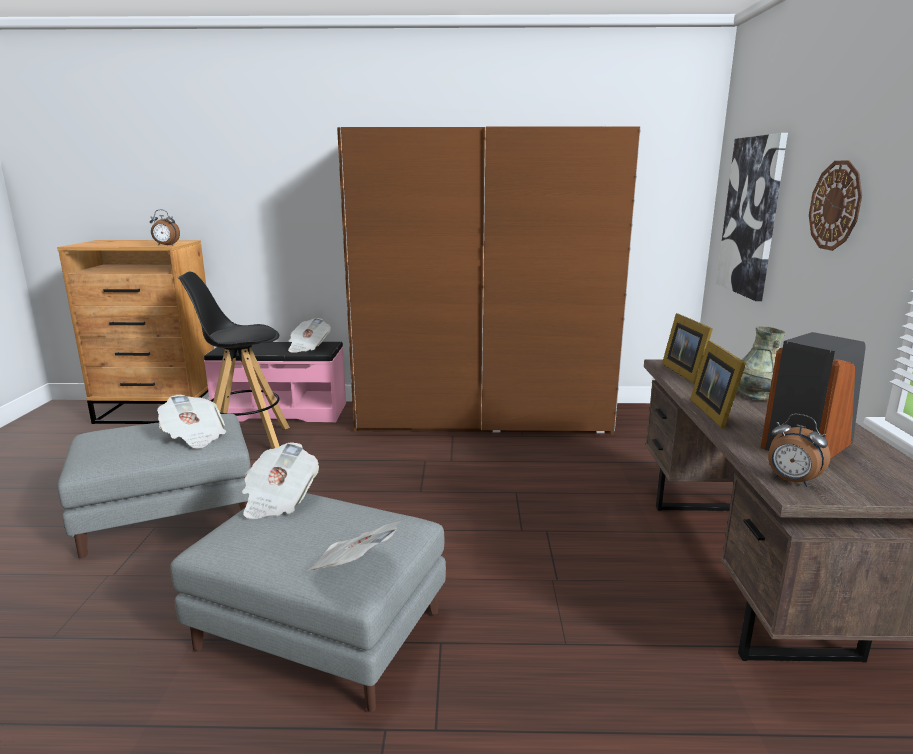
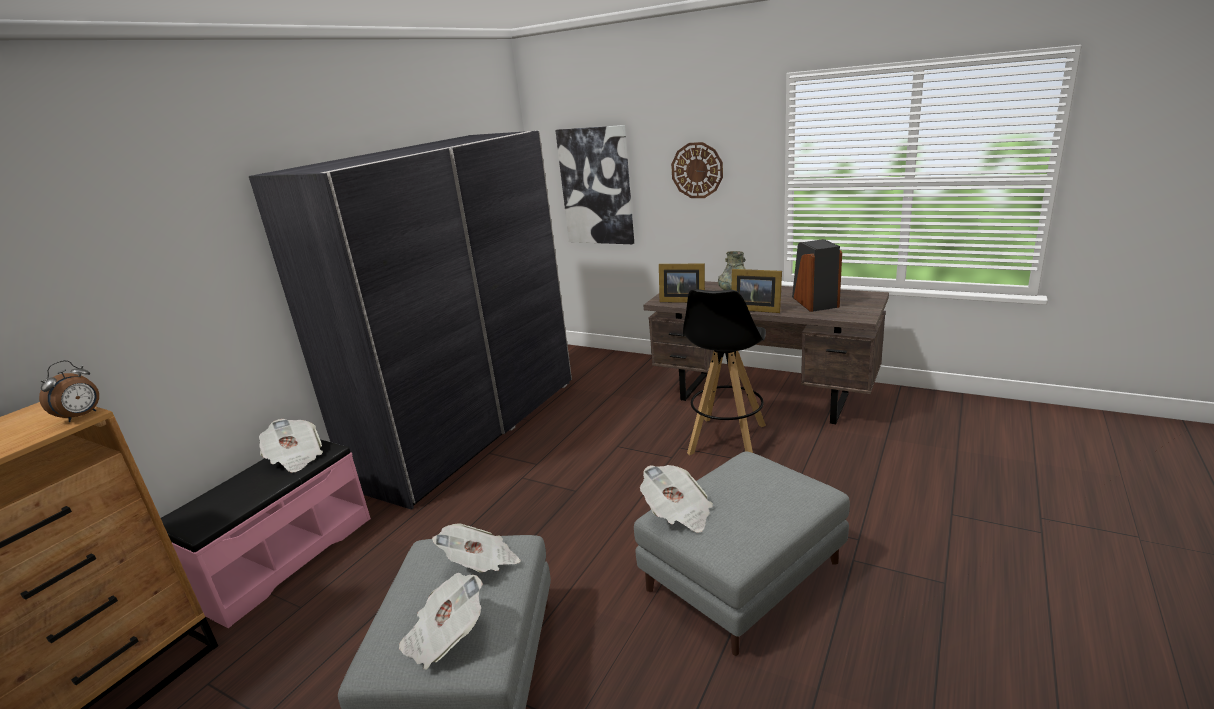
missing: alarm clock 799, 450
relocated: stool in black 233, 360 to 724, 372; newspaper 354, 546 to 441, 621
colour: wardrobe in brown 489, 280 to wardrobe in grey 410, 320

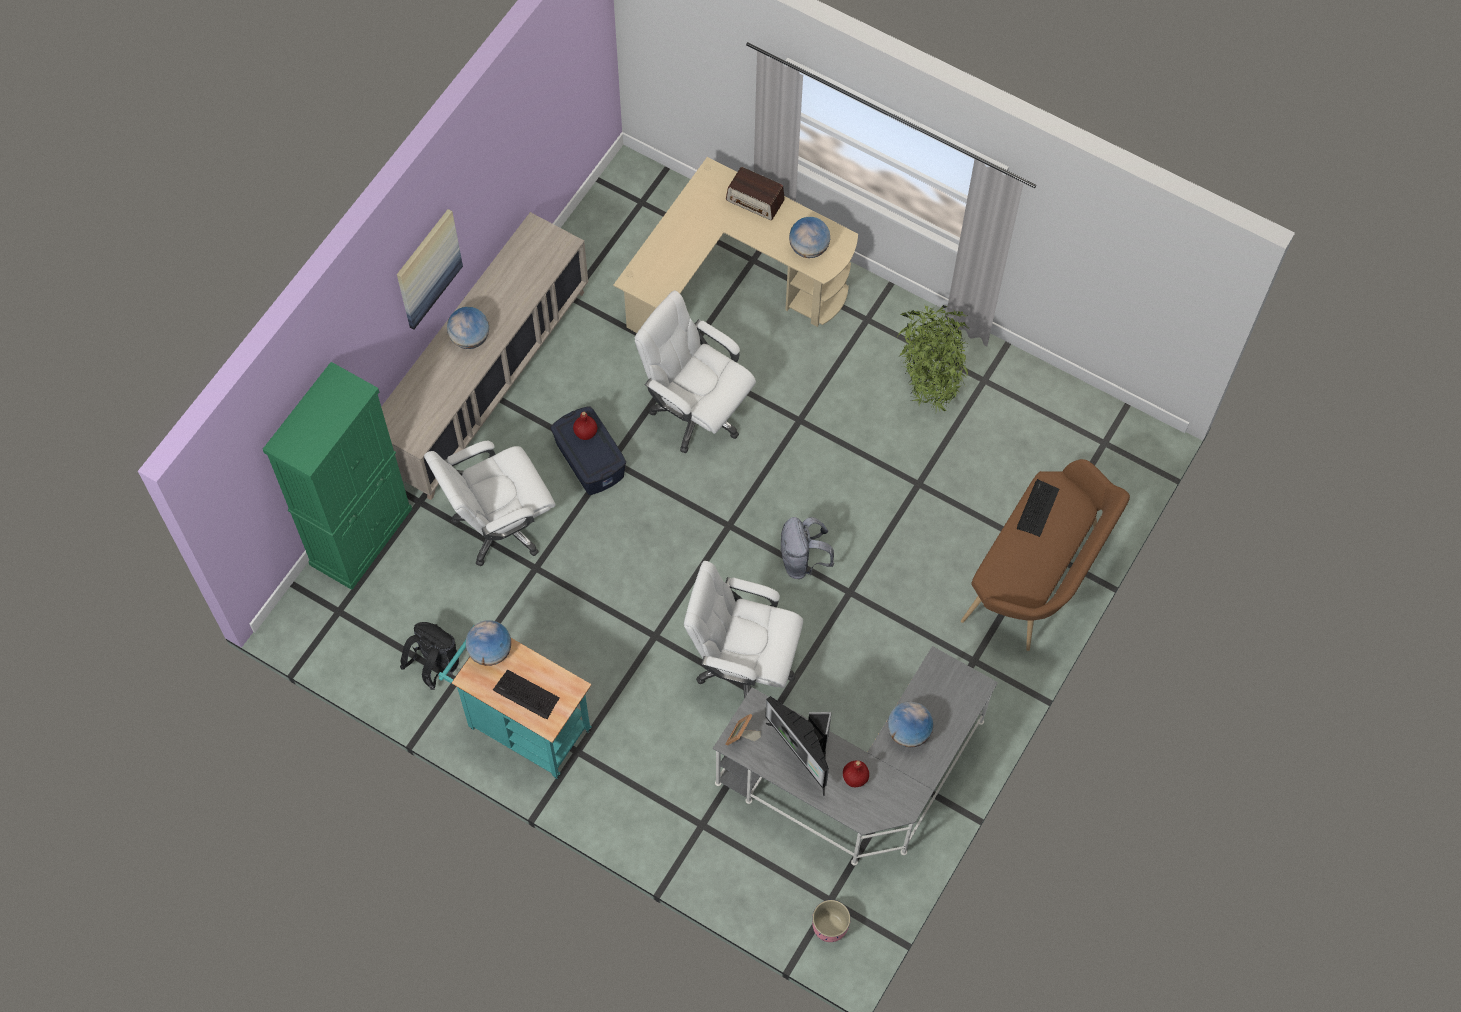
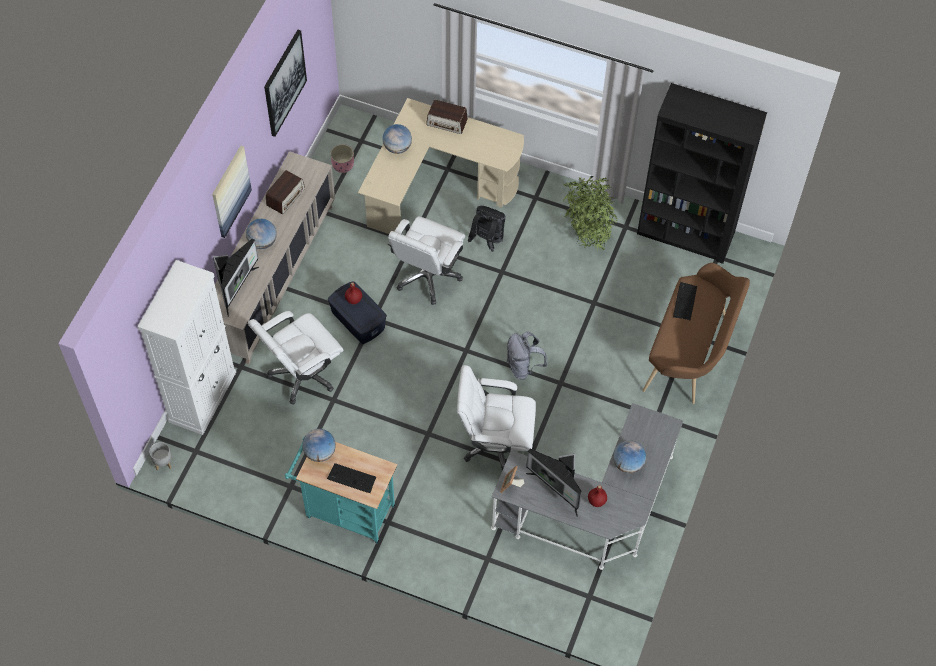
appeared: picture 285, 83; bookcase in black 702, 173; radio 285, 192; monitor 236, 278; planter in grey 161, 456
relocated: globe 809, 237 to 397, 139; backpack in black 429, 656 to 486, 229; planter in pink 831, 921 to 342, 158
colour: cabinet in green 337, 476 to cabinet in white 186, 347
spun: office chair in white 695, 371 = 426, 260 90 degrees counterclockwise

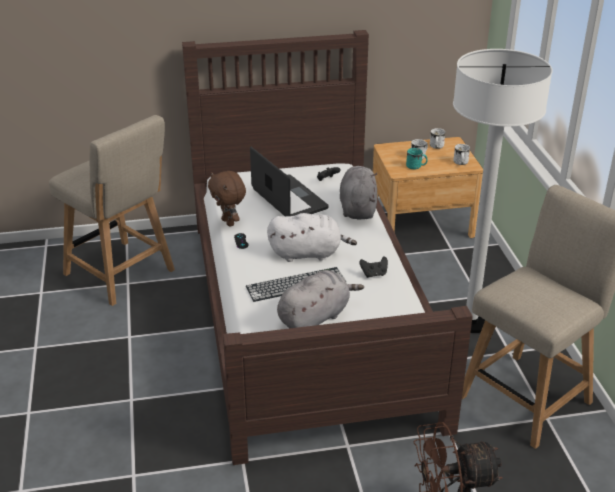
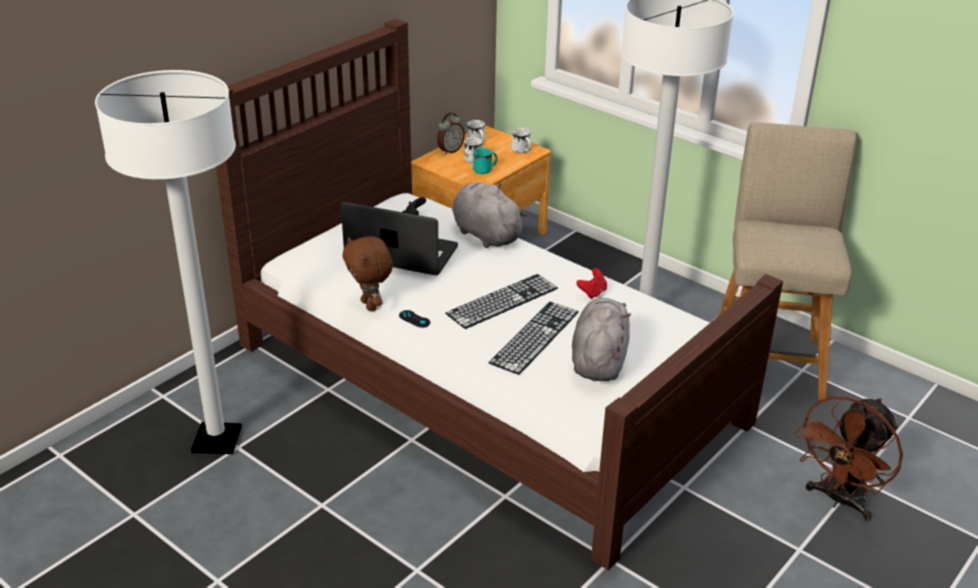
appeared: alarm clock 451, 134
exchanged: chair in beige 112, 210 to floor lamp in white 168, 262; plush toy in white 312, 237 to keyboard 501, 301
colour: game controller in black 373, 267 to game controller in red 591, 283
spun: plush toy in brown 227, 198 = 368, 273 45 degrees clockwise

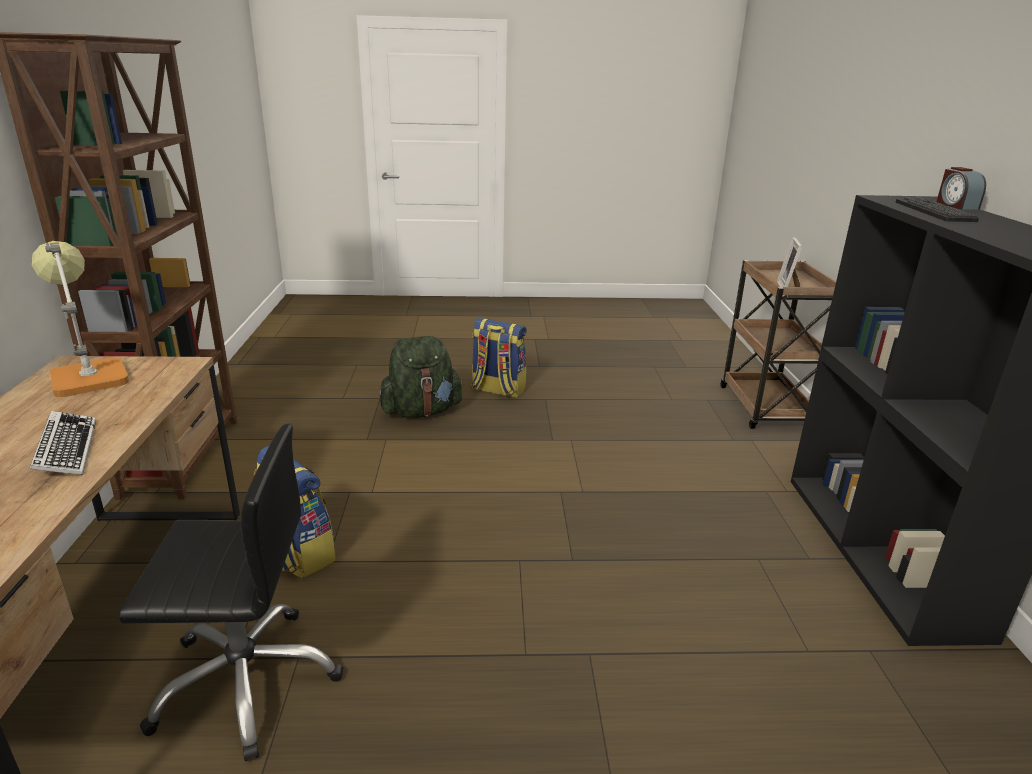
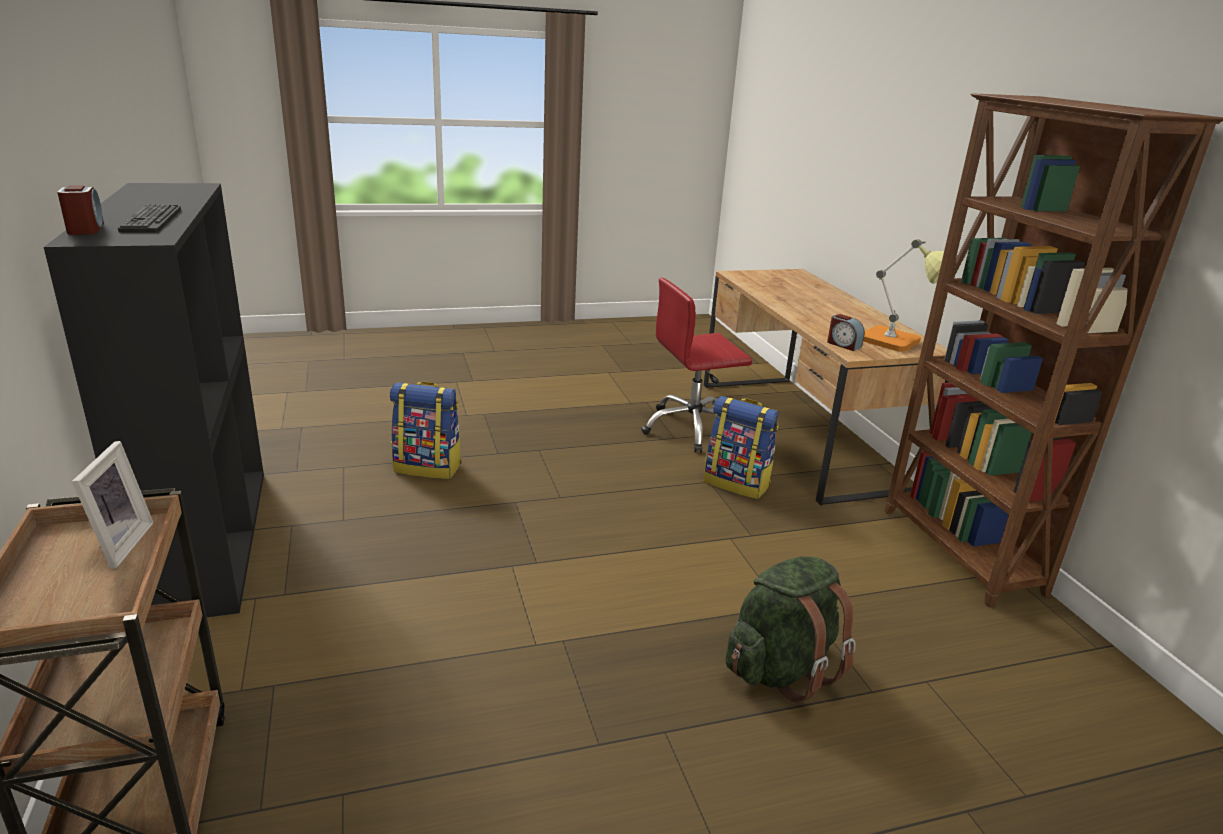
missing: keyboard 63, 443
appeared: alarm clock 846, 332
relocated: backpack 499, 358 to 426, 430
colour: office chair in black 230, 593 to office chair in red 696, 365

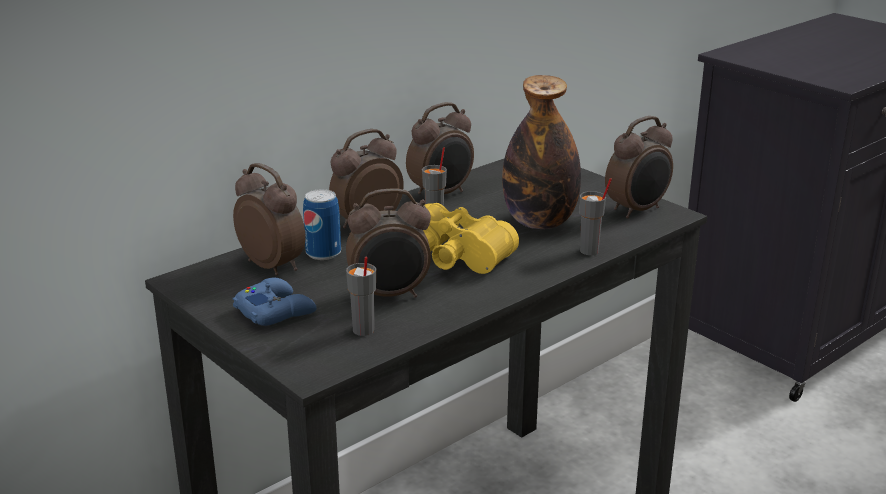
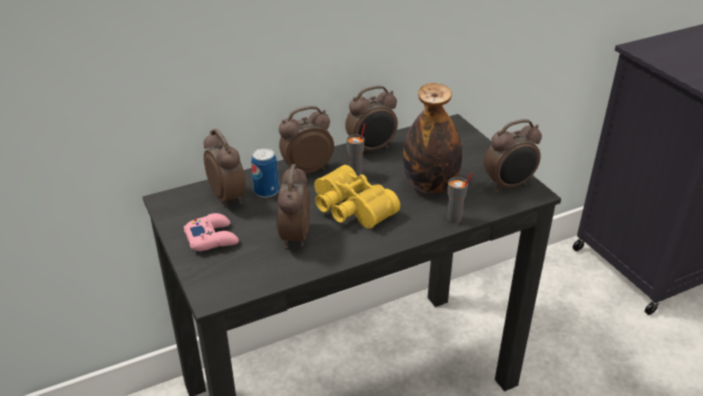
missing: cup in grey 361, 296
colour: game controller in blue 275, 302 to game controller in pink 211, 232
spun: alarm clock 388, 243 = 293, 206 90 degrees clockwise

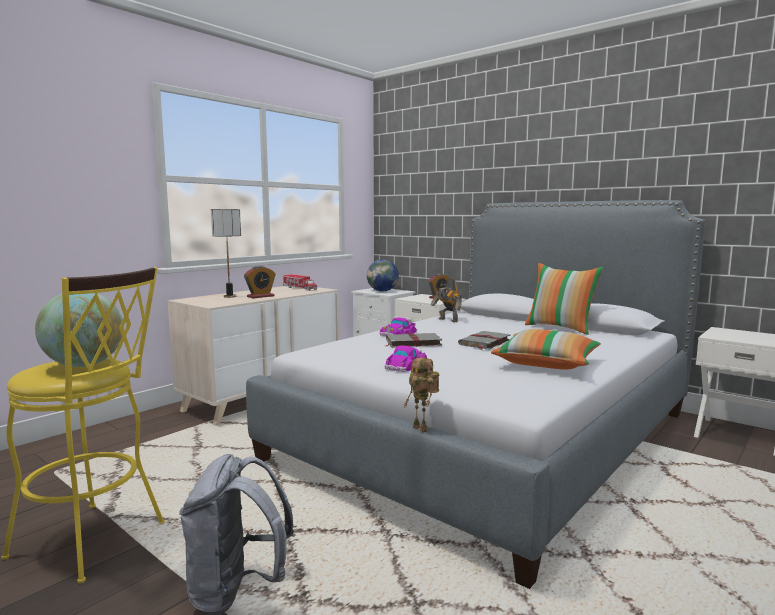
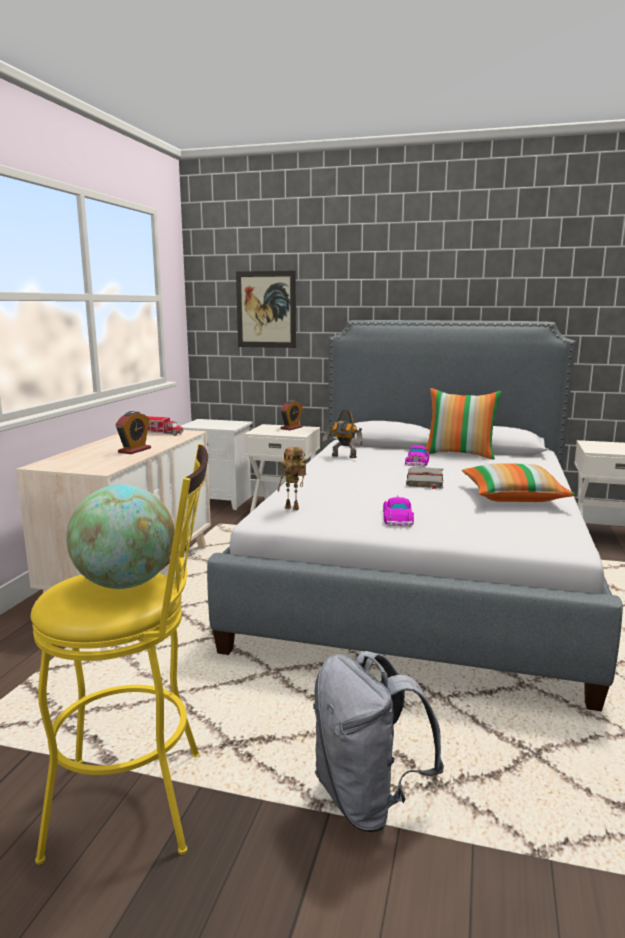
missing: table lamp 226, 253; globe 383, 276; book in grey 413, 340
appeared: picture 266, 309
relocated: toy car 398, 327 to 417, 456; toy robot 421, 395 to 292, 478

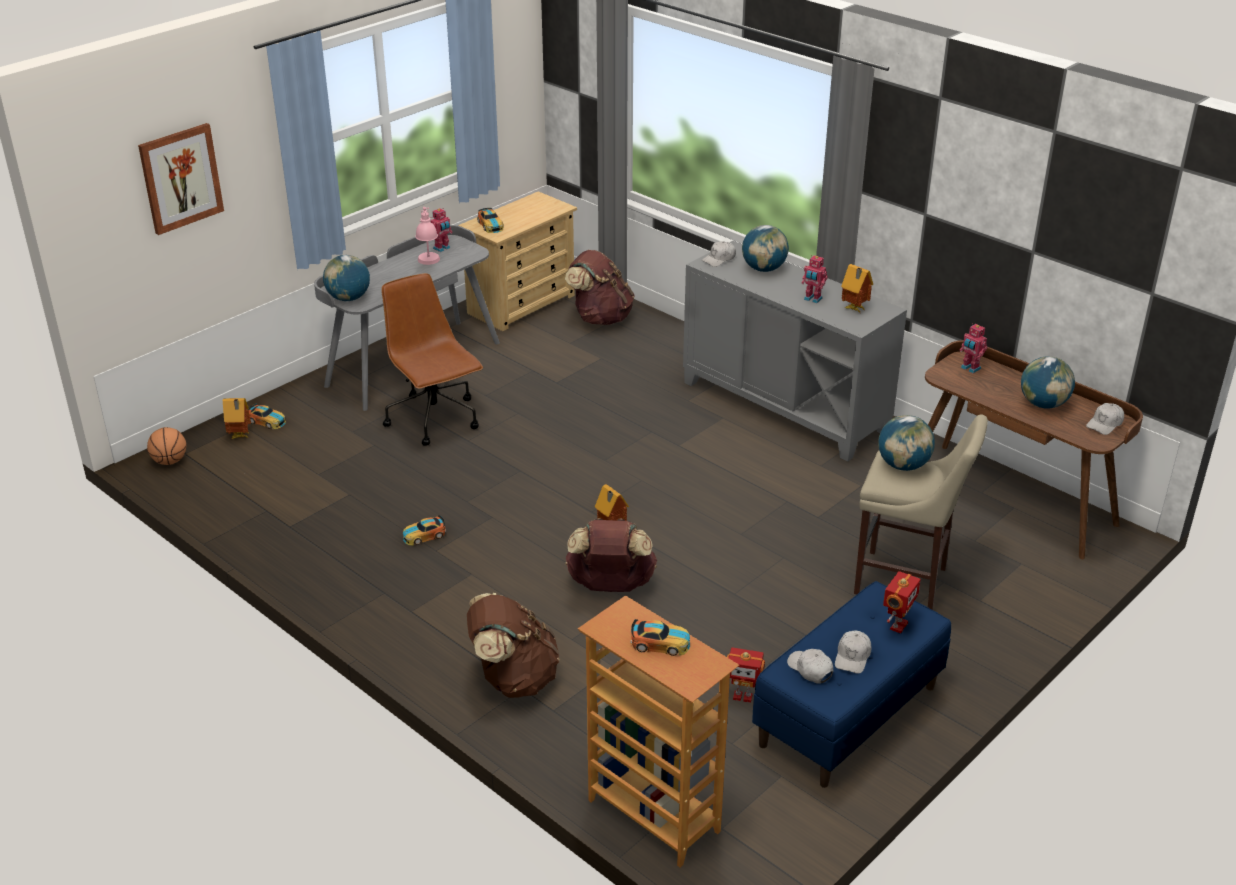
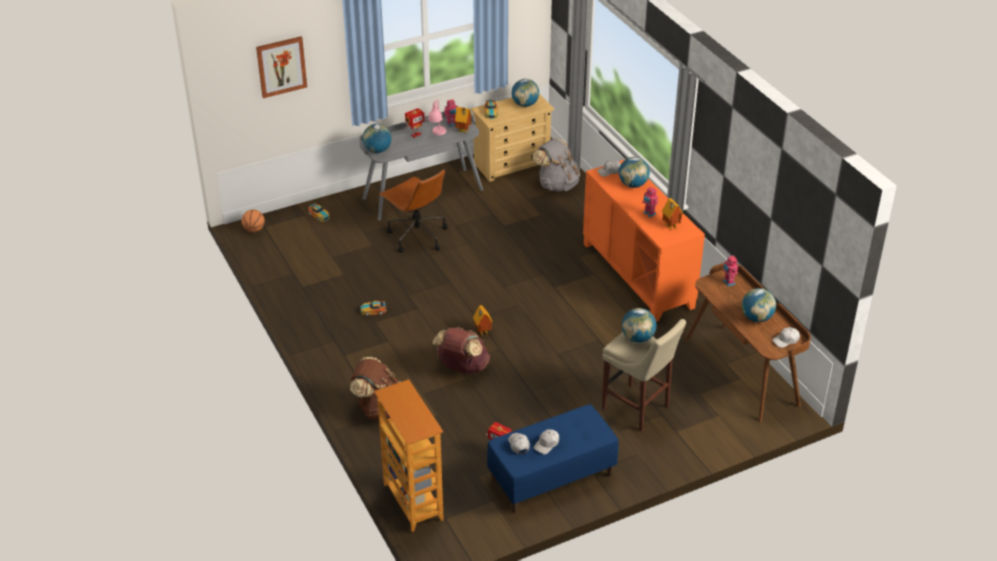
missing: toy car 660, 637
appeared: globe 525, 93
relocated: toy house 237, 418 to 463, 120; toy robot 902, 602 to 415, 123
colour: cabinet in grey 795, 351 to cabinet in orange 644, 241; backpack in brown 600, 287 to backpack in grey 556, 165
spun: office chair in brown 432, 359 = 413, 211 150 degrees clockwise

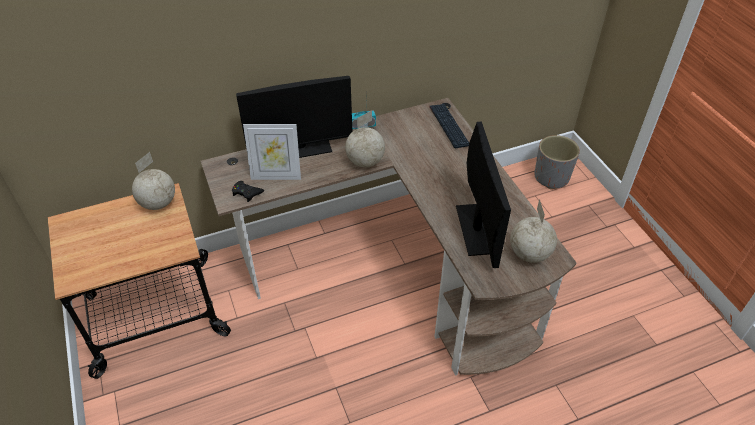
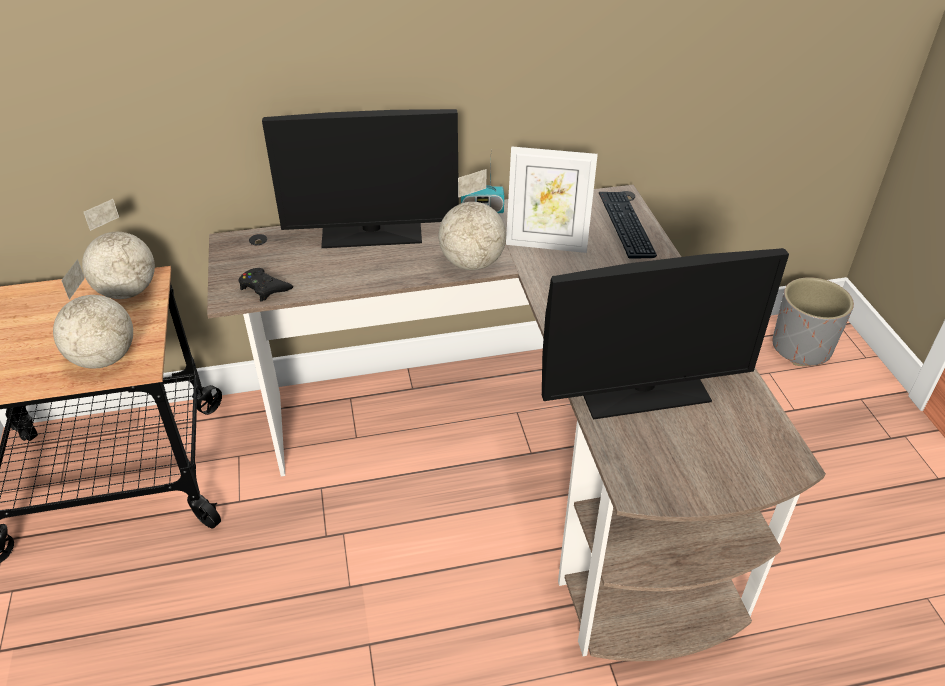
relocated: picture frame 272, 152 to 552, 199; globe 533, 231 to 93, 314
spun: monitor 483, 195 = 665, 333 75 degrees clockwise

